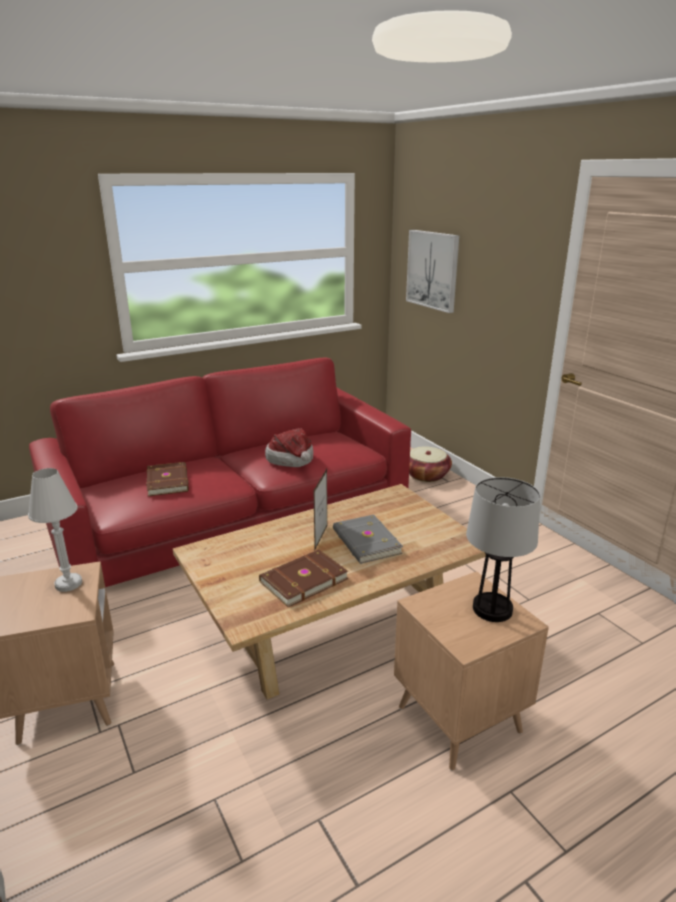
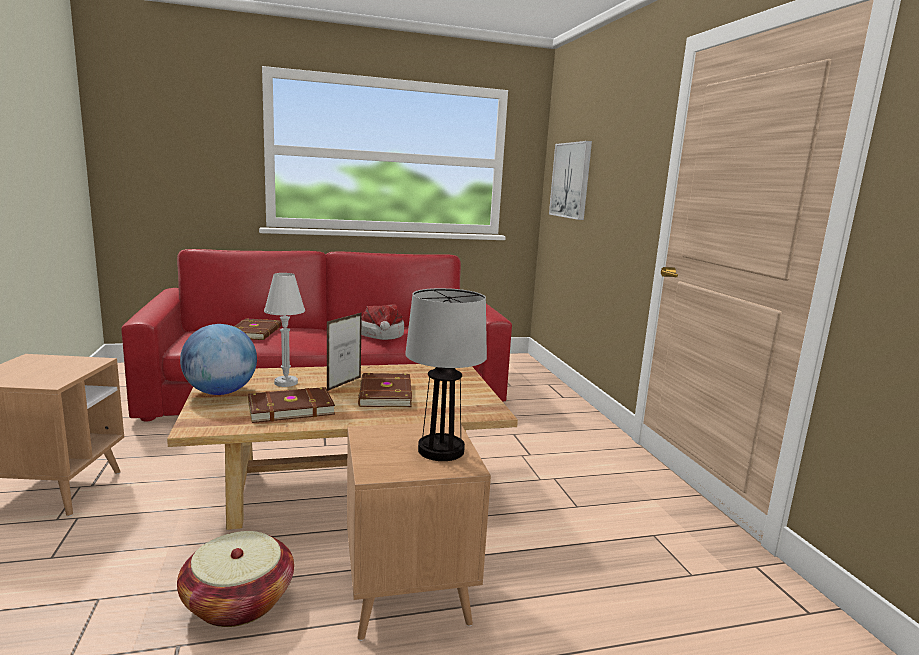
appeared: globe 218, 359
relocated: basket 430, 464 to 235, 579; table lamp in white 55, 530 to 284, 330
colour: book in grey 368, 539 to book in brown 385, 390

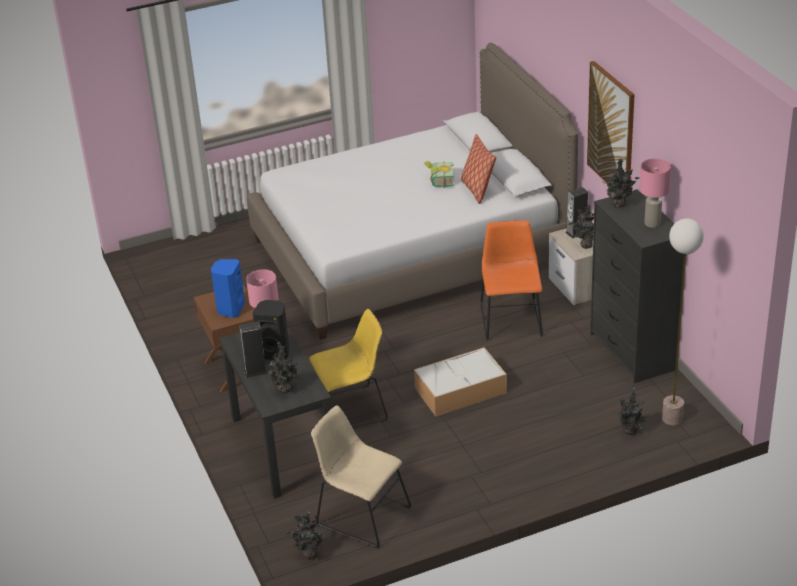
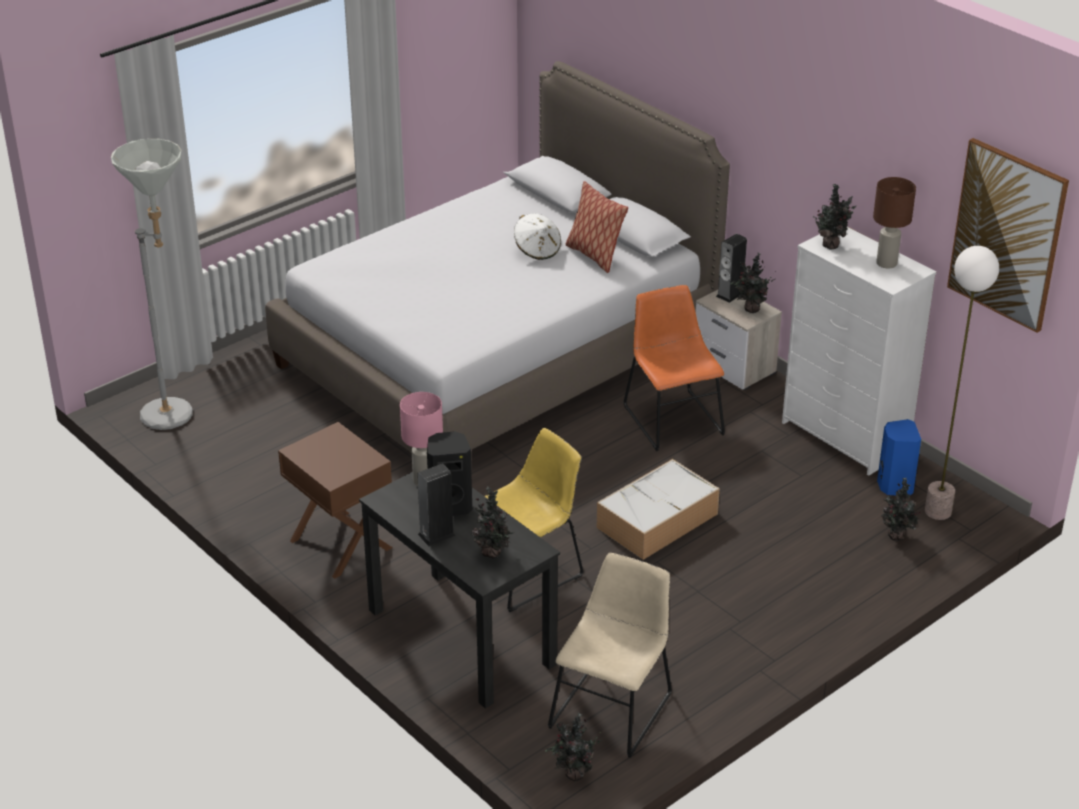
appeared: floor lamp in grey 151, 284
relocated: picture 611, 122 to 1008, 235; speaker in blue 228, 288 to 899, 457
exchanged: book 439, 174 to hat in white 537, 236
colour: table lamp in pink 655, 193 to table lamp in brown 894, 222; dresser in black 637, 286 to dresser in white 859, 351
spun: chair in beige 361, 476 = 610, 655 105 degrees clockwise

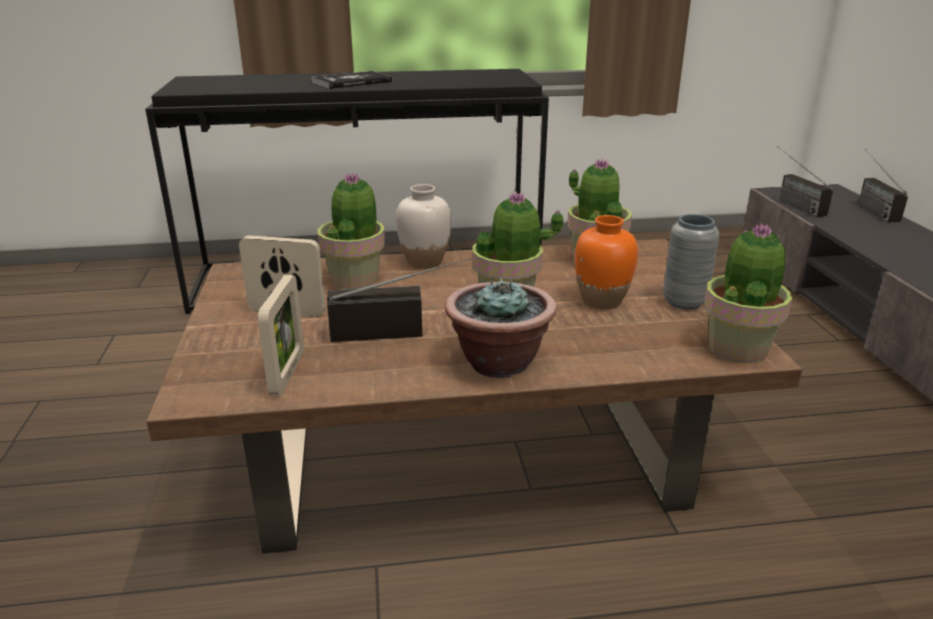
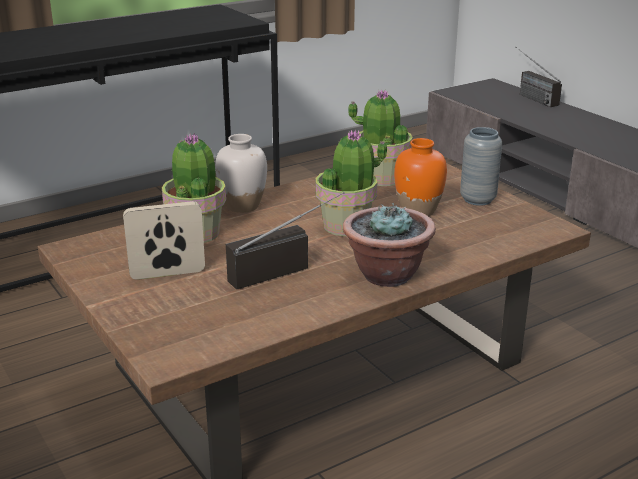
missing: book 351, 80; radio 805, 181; potted plant 748, 293; picture frame 281, 335

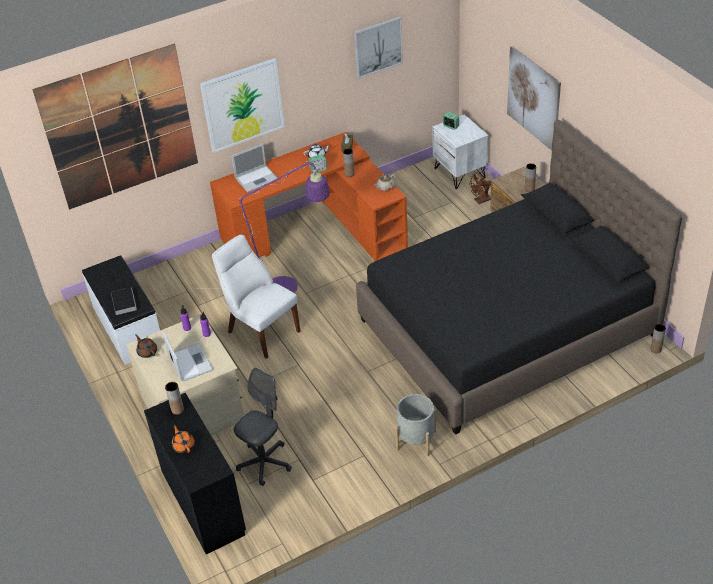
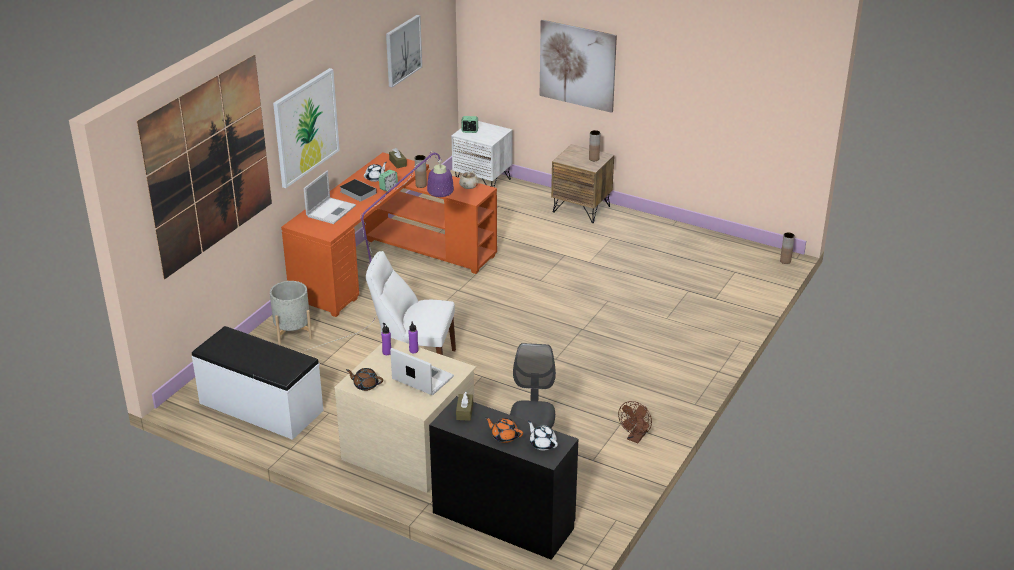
missing: bed in black 519, 277
appeared: teapot in white 543, 436
relocated: fan in brown 480, 188 to 635, 422; book 124, 301 to 358, 190; planter in grey 415, 425 to 291, 313
exchanged: vase in brown 174, 398 to tissue box in brown 464, 406

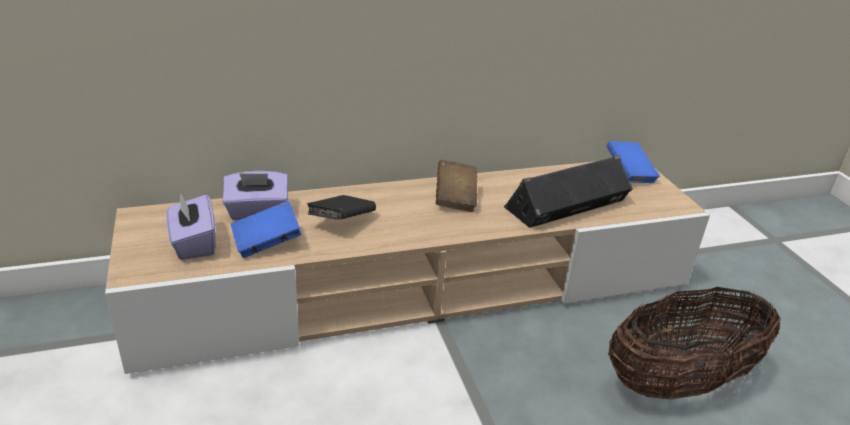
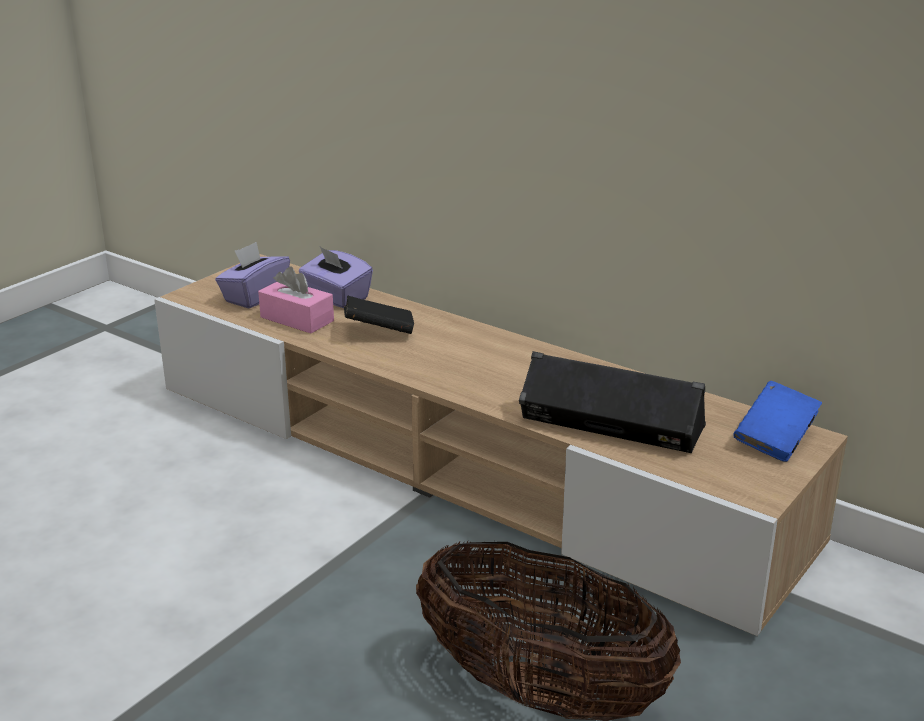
missing: book in brown 456, 186
exchanged: book in blue 266, 229 to tissue box in pink 296, 299

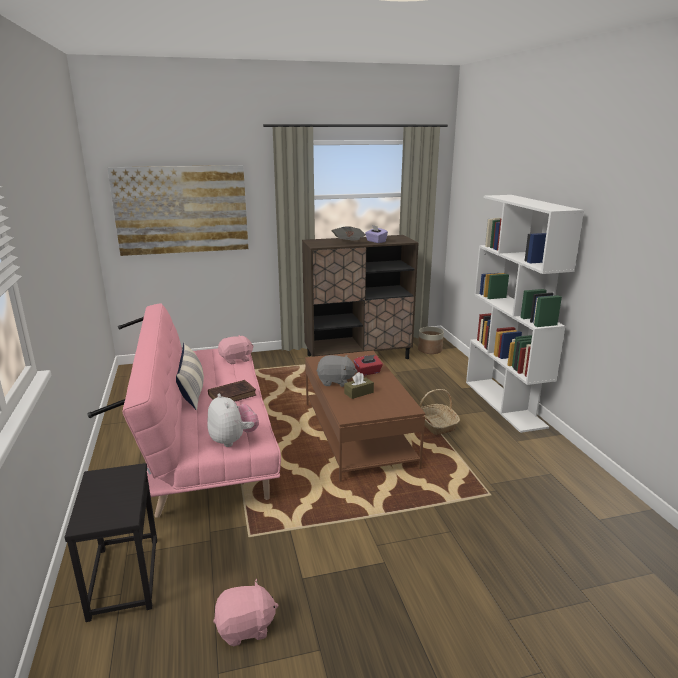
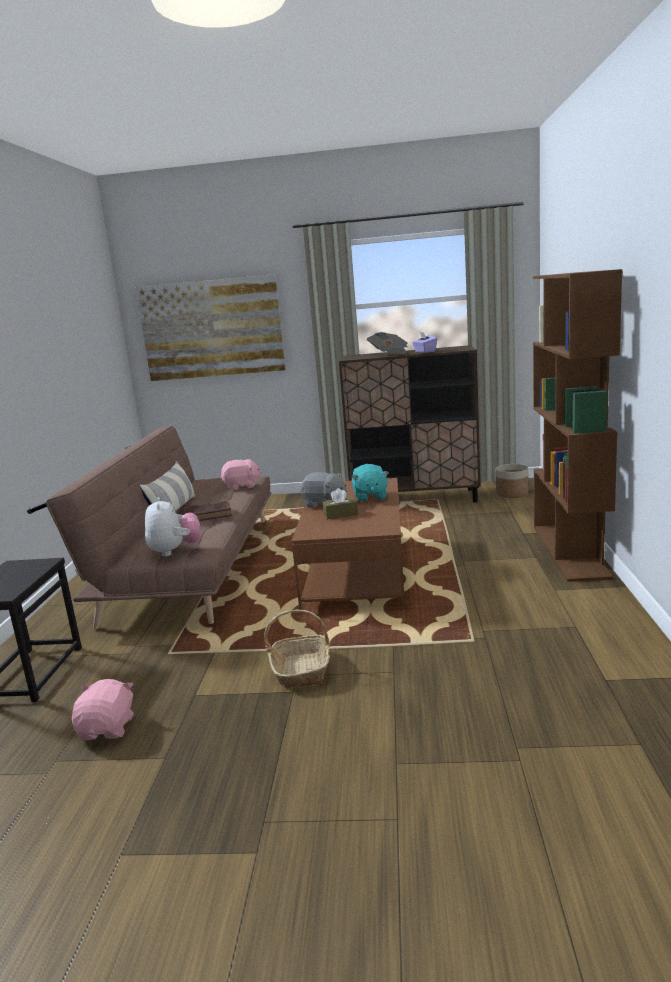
relocated: basket 439, 412 to 297, 649
exchanged: tissue box in red 368, 365 to plush toy in turquoise 370, 483
colour: bookcase in white 525, 314 to bookcase in brown 577, 425; sofa in pink 184, 411 to sofa in brown 149, 527
spun: plush toy in pink 246, 612 = 103, 709 90 degrees counterclockwise

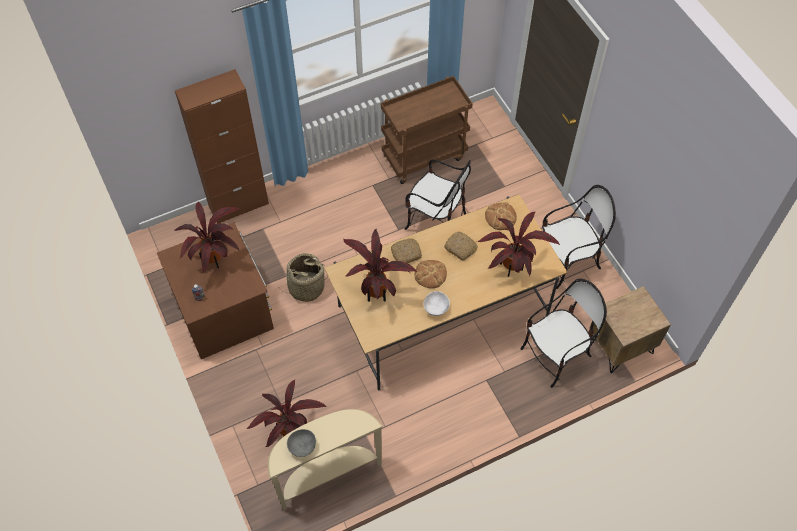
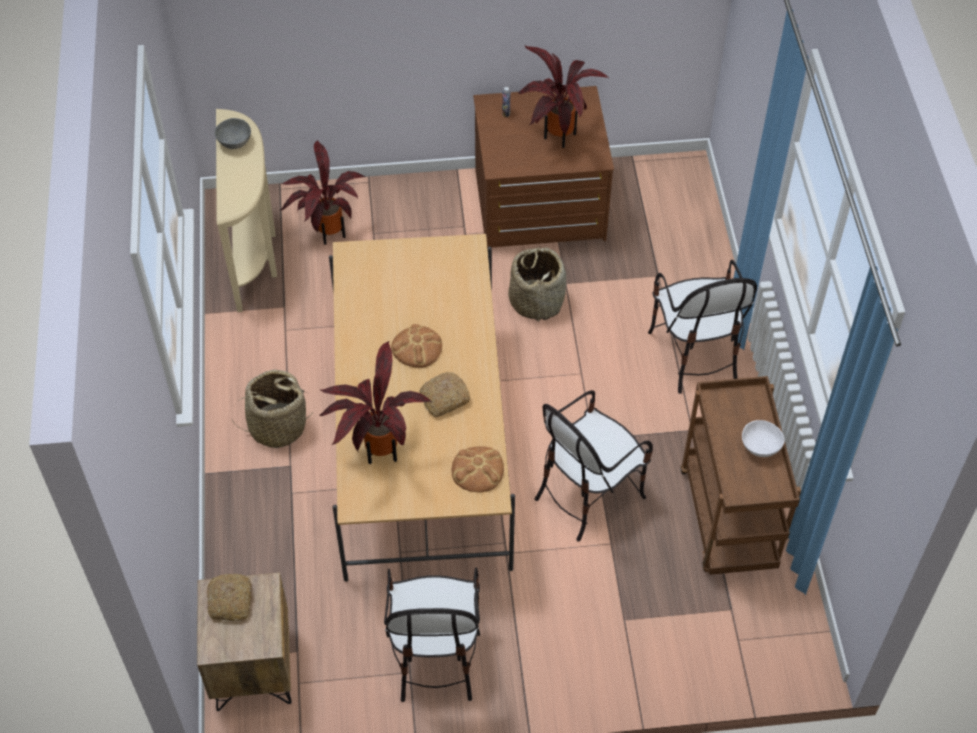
missing: cabinet in brown 222, 146; potted plant 380, 265
appeared: basket 273, 409
relocated: bread 406, 250 to 229, 597; chair 564, 333 to 702, 327; bowl in white 437, 303 to 763, 438

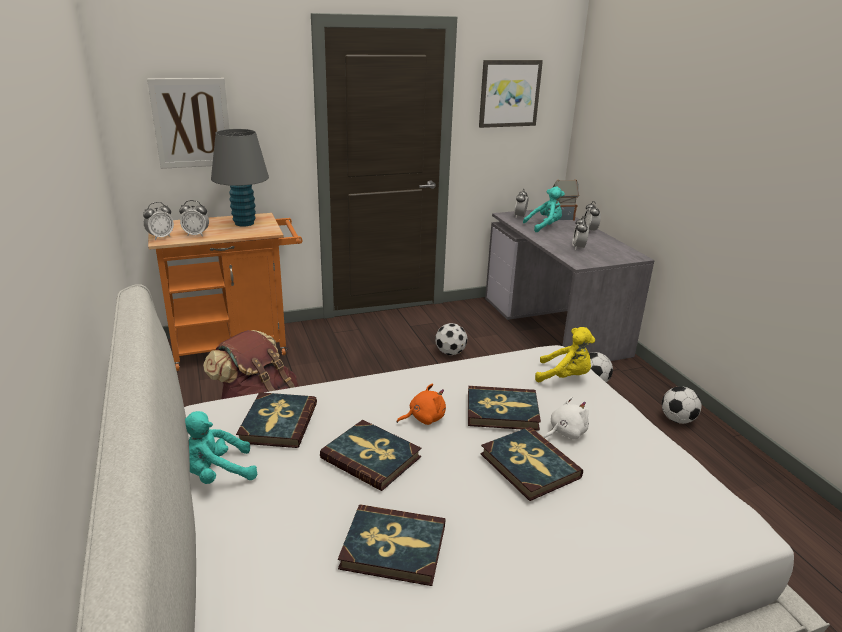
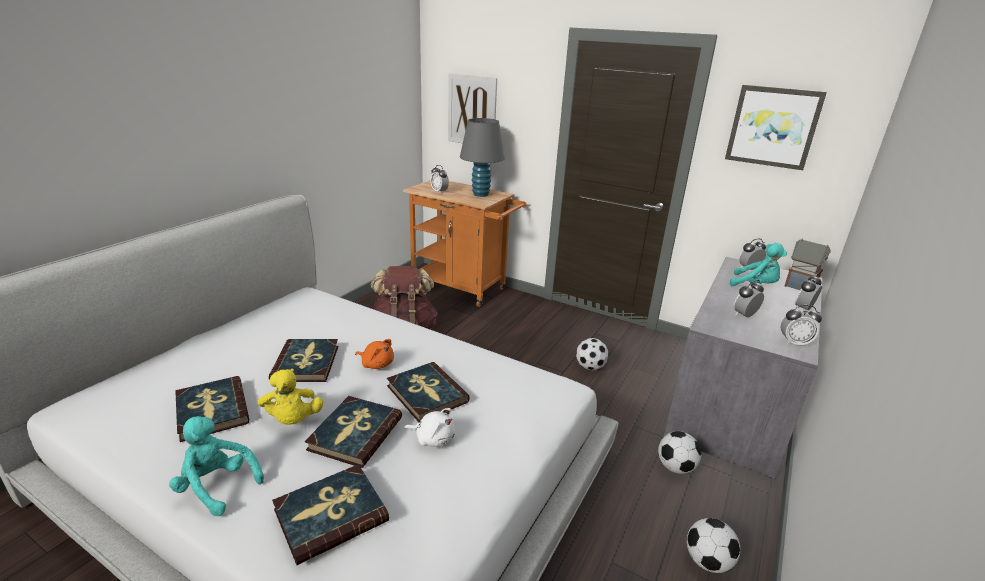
relocated: alarm clock 158, 221 to 801, 326; plush toy in yellow 565, 355 to 290, 397; book 276, 420 to 330, 514; plush toy in turquoise 221, 447 to 216, 466

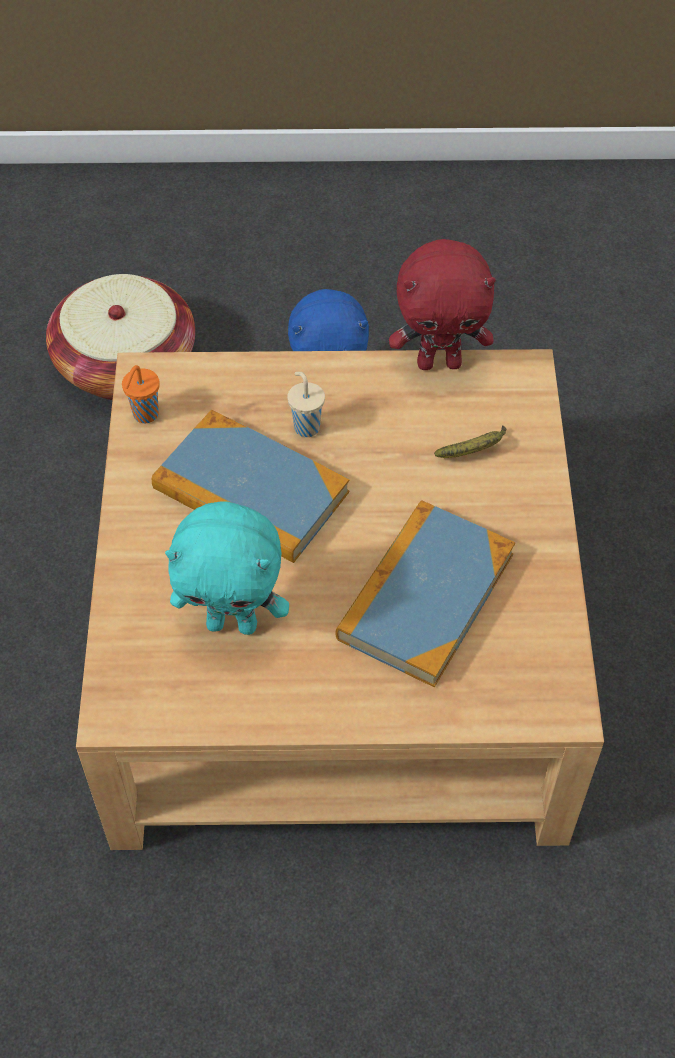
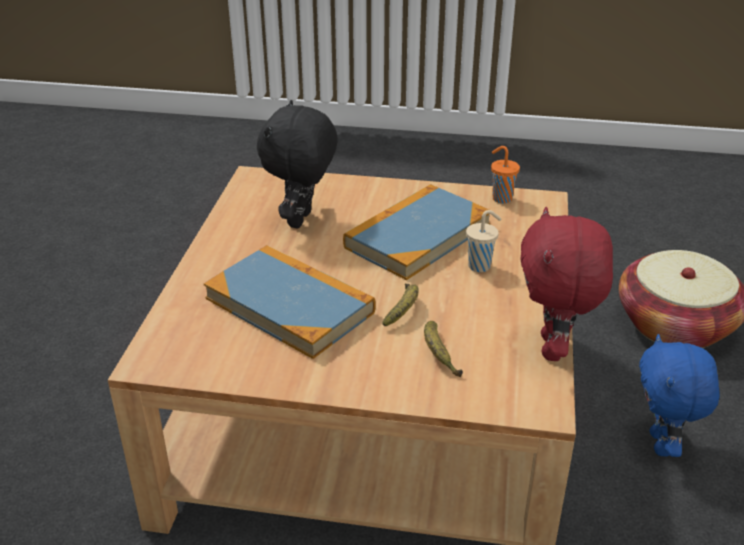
appeared: banana 400, 305
colour: plush toy in turquoise 227, 568 to plush toy in black 297, 164

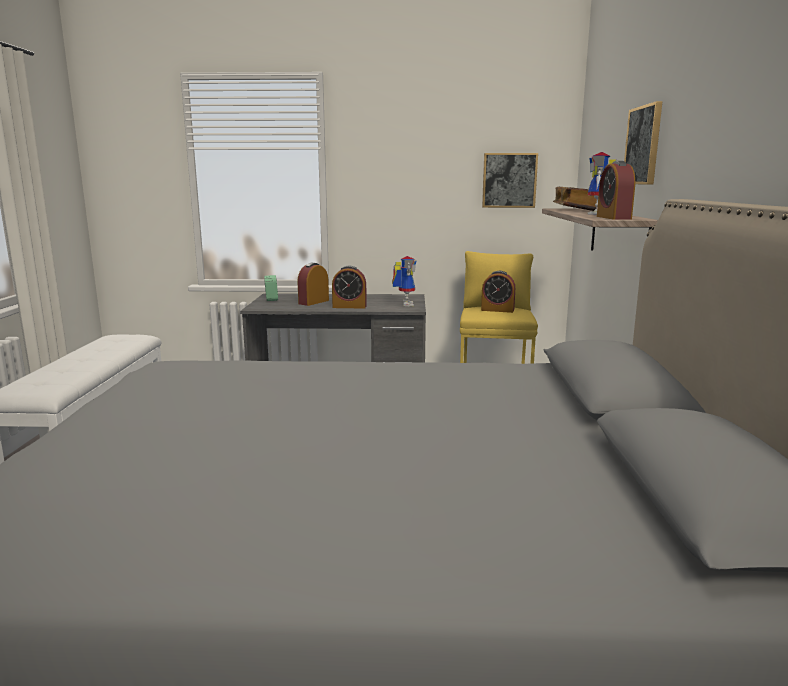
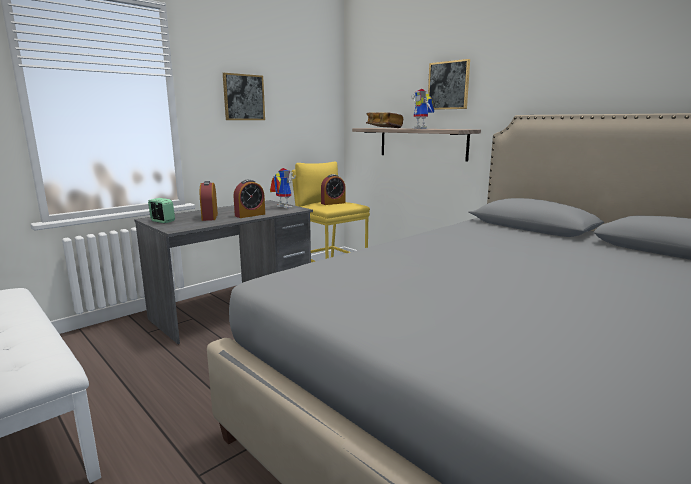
missing: alarm clock 616, 190
relocated: picture 510, 180 to 244, 96

